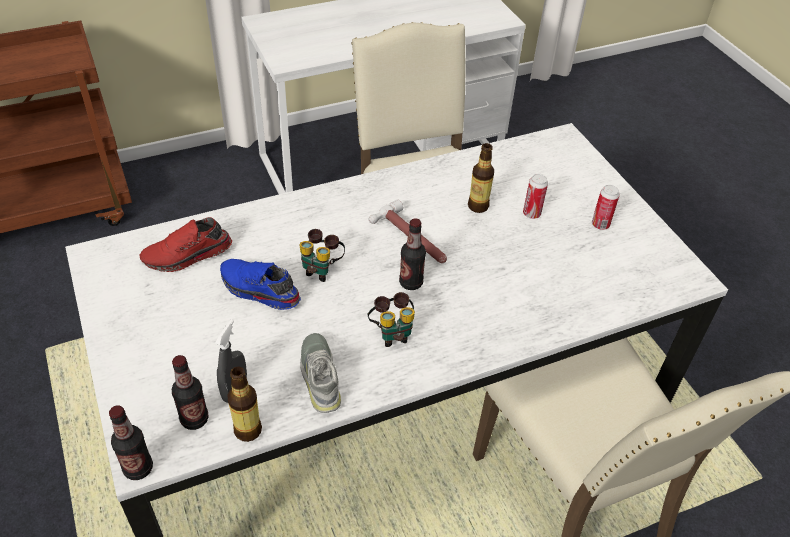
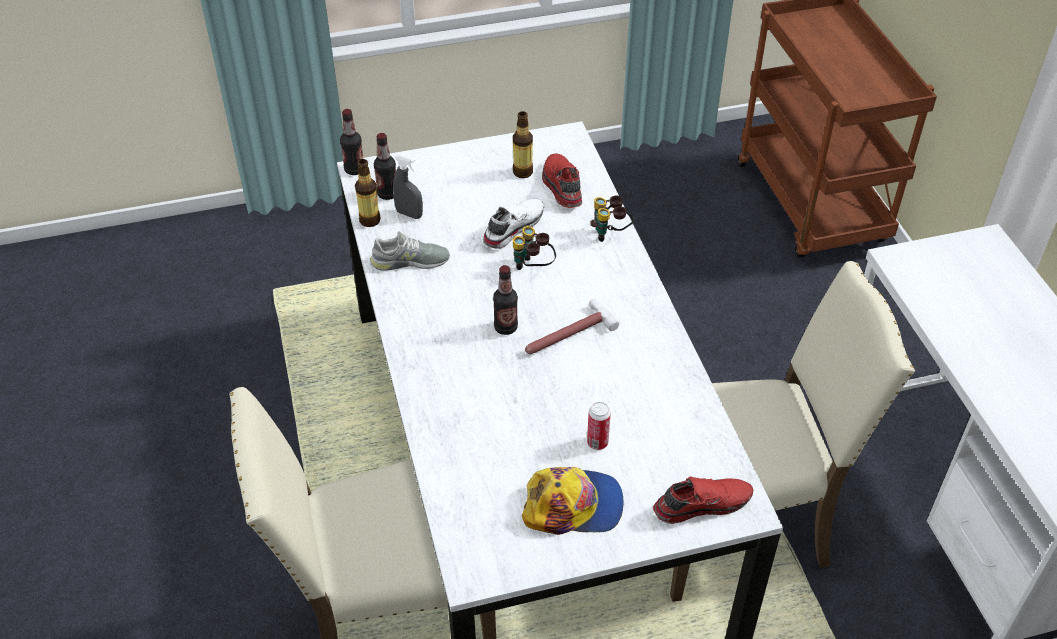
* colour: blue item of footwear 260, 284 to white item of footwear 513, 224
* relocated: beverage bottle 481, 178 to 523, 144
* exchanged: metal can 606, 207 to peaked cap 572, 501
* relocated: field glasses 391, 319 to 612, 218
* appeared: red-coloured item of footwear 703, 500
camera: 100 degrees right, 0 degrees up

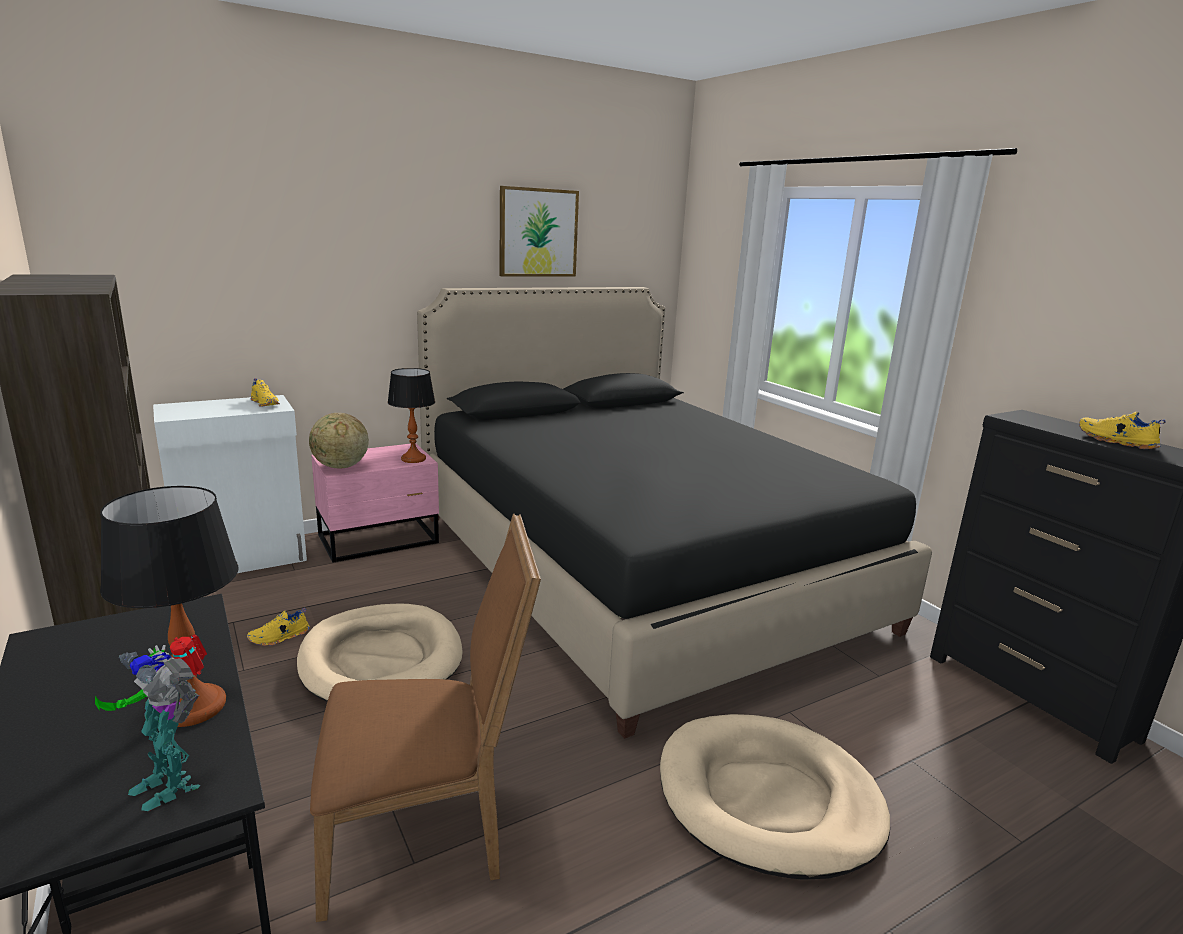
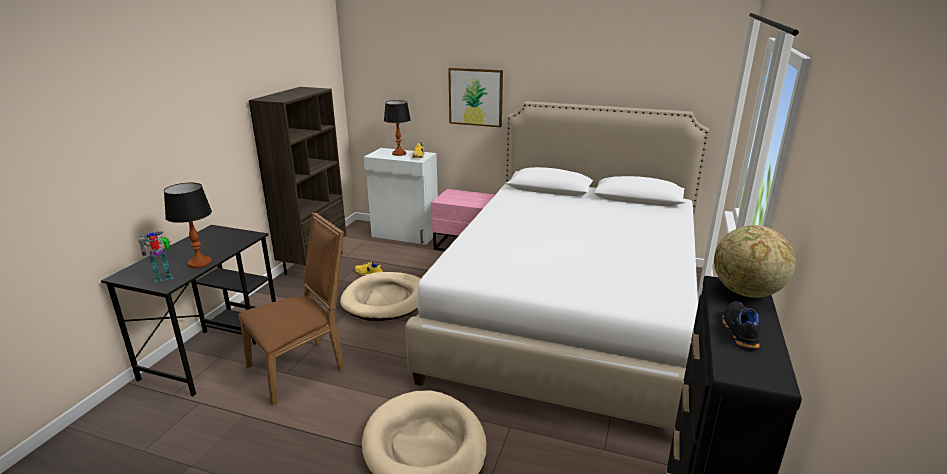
* spun: robot figure 151, 723 = 156, 257 60 degrees clockwise
* spun: brown chair 425, 717 = 291, 309 75 degrees counterclockwise
* relocated: table lamp 411, 415 to 397, 128
* colour: blackish sleeping bed 674, 513 to white sleeping bed 557, 267
* relocated: wall art 539, 231 to 475, 97
* relocated: world globe 339, 441 to 755, 261
* colour: yellowish item of footwear 1122, 430 to blackish item of footwear 741, 324
camera: 50 degrees right, 5 degrees up

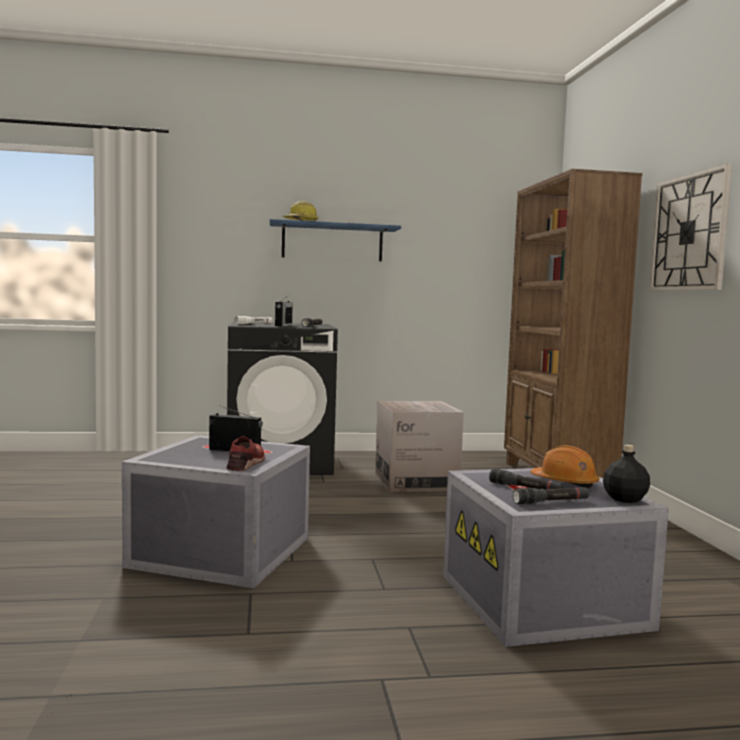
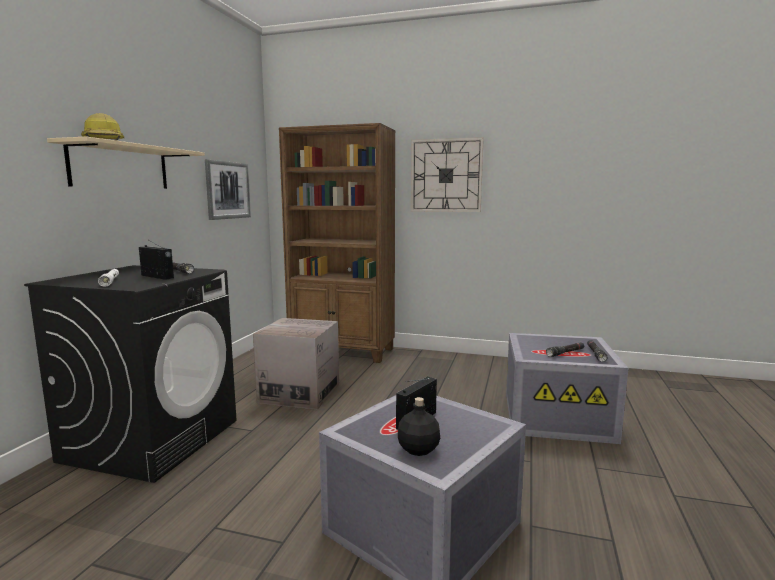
* colour: blue bracket shelf 335, 240 to beige-coloured bracket shelf 126, 163
* appeared: wall art 228, 189
* relocated: blackish beverage bottle 626, 474 to 419, 426
* missing: red-coloured item of footwear 246, 453
* missing: orangey work helmet 565, 466
camera: 65 degrees left, 5 degrees up

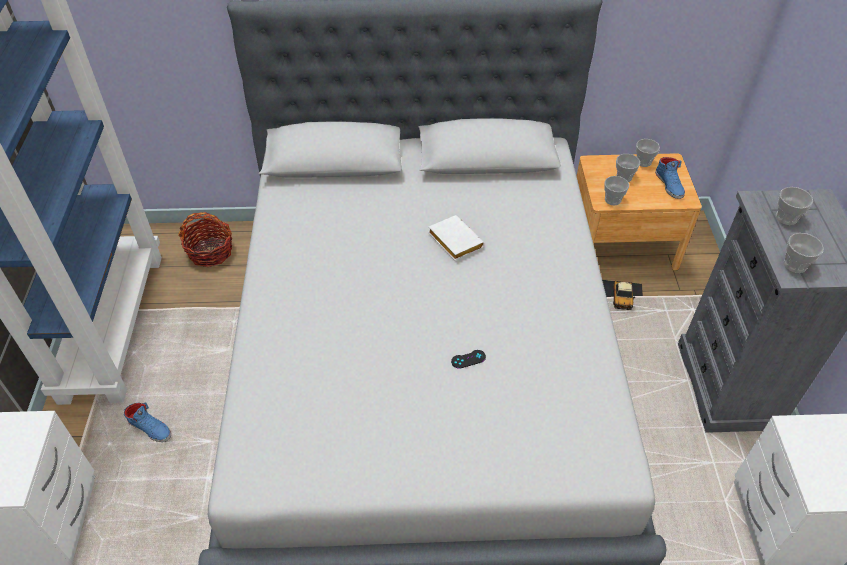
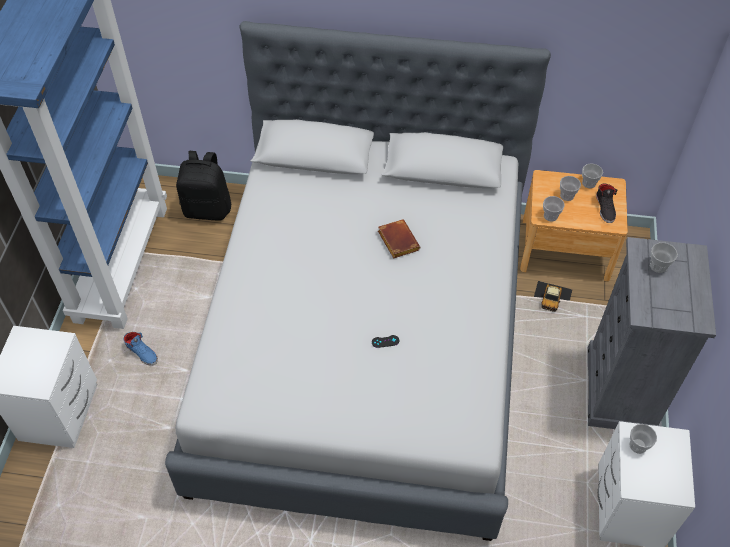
* exchanged: household basket 205, 239 to blackish backpack 203, 186
* colour: white book 456, 237 to brown book 399, 239
* colour: blue item of footwear 670, 178 to blackish item of footwear 606, 203
* relocated: cup 804, 253 to 643, 439
camera: 10 degrees right, 5 degrees up

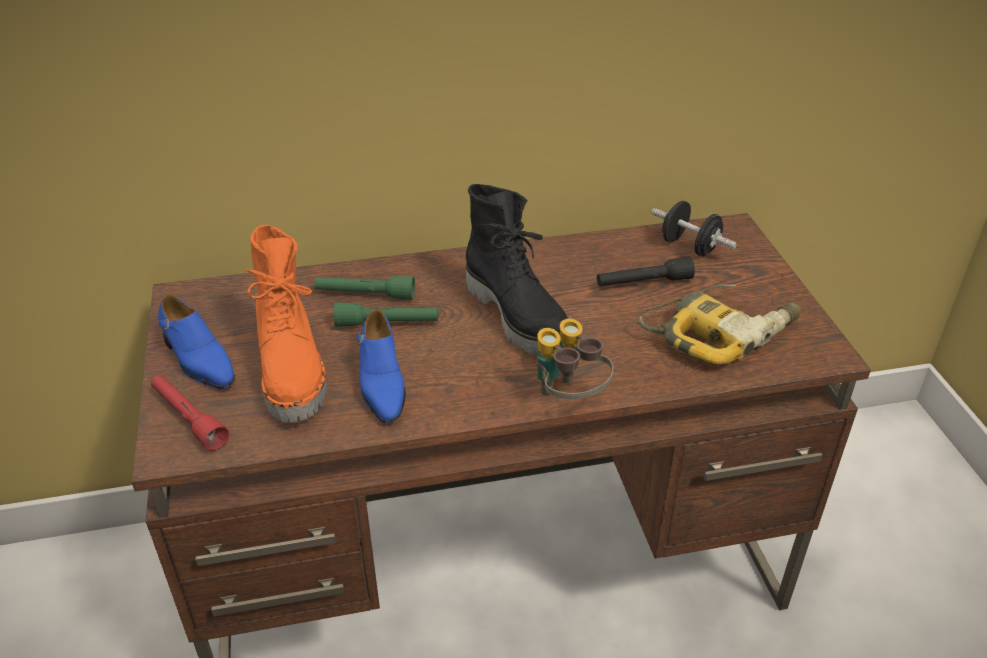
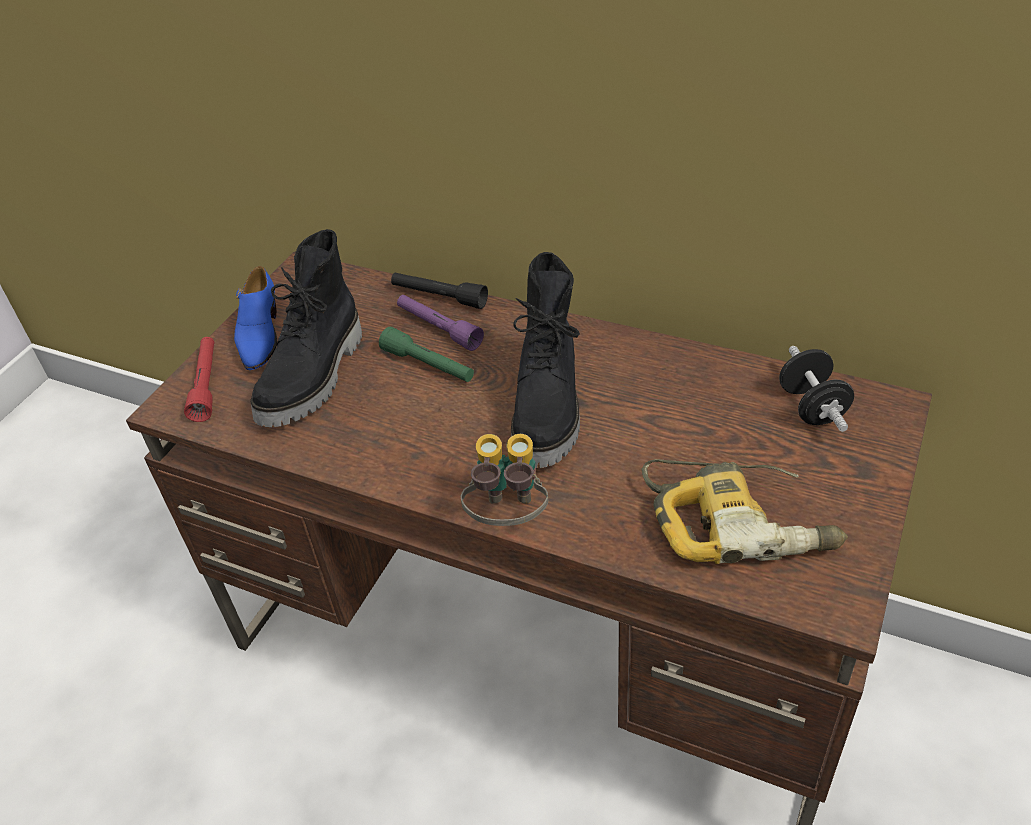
* colour: orangey high-top boot 285, 324 to blackish high-top boot 306, 328
* relocated: blackish flashlight 646, 271 to 439, 291
* colour: greenish flashlight 364, 288 to purple-coloured flashlight 440, 323
* missing: blue item of footwear 381, 366
camera: 40 degrees right, 5 degrees up

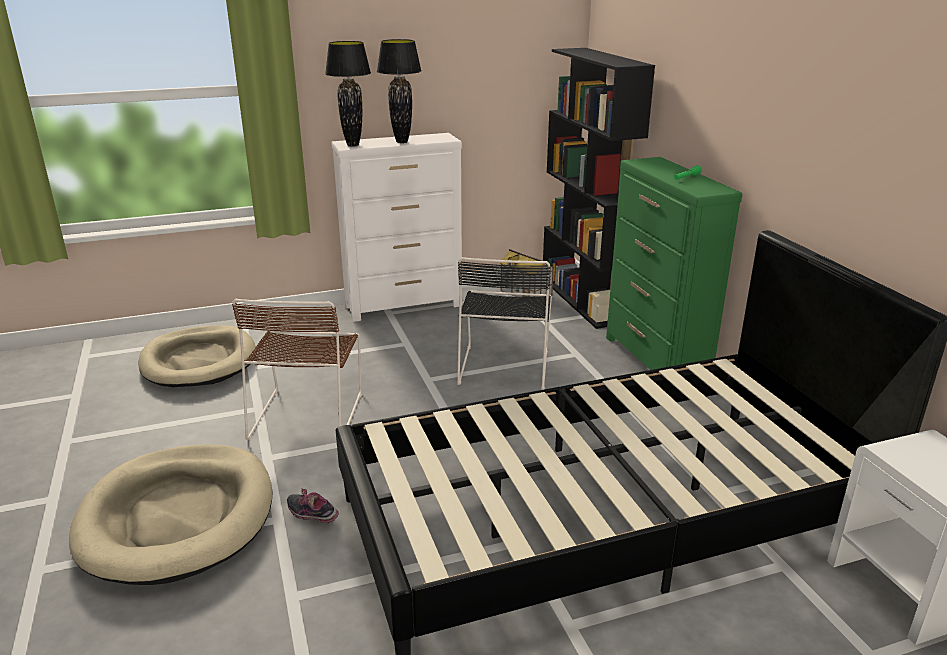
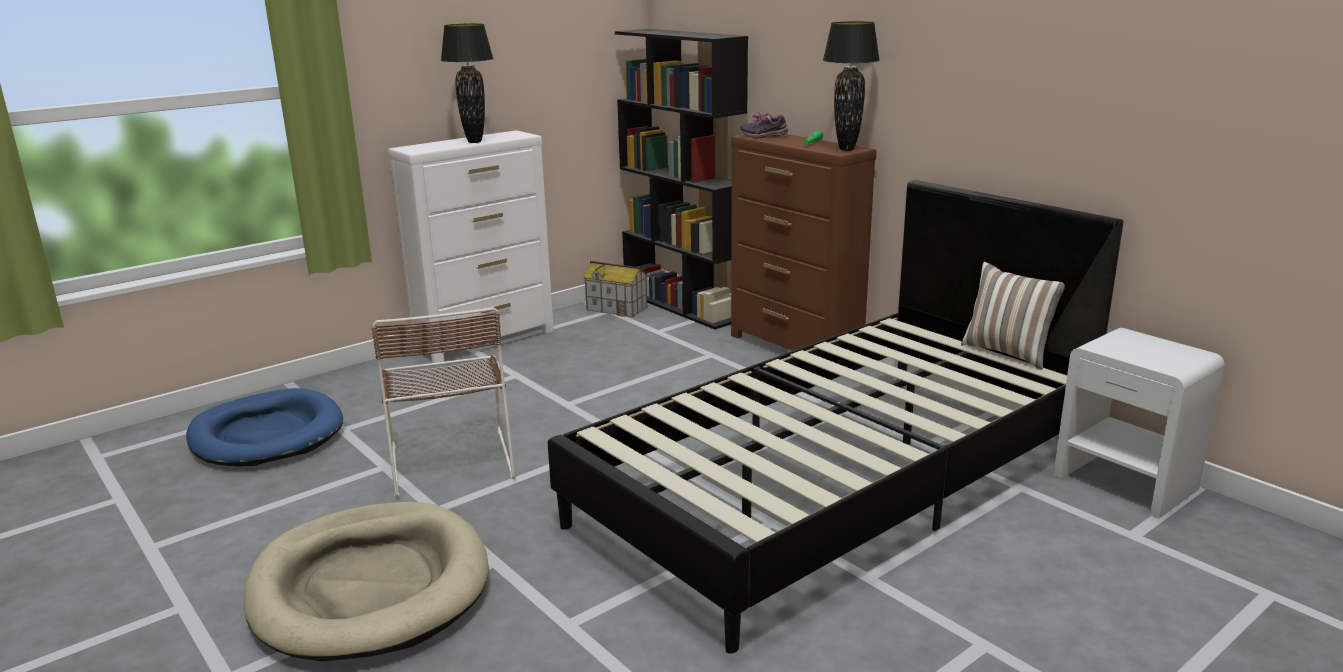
* colour: beige-coloured dog bed 197, 356 to blue dog bed 264, 427
* colour: greenish dresser 674, 263 to brown dresser 804, 242
* relocated: item of footwear 313, 505 to 764, 124
* relocated: blackish table lamp 348, 94 to 851, 86
* appeared: throw pillow 1013, 316
* missing: blackish chair 504, 323
camera: 20 degrees left, 5 degrees down

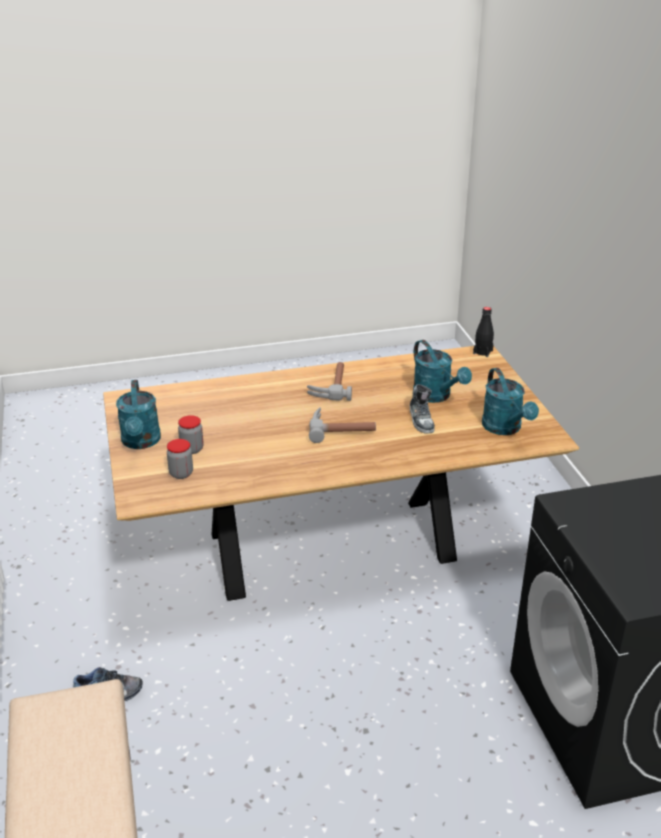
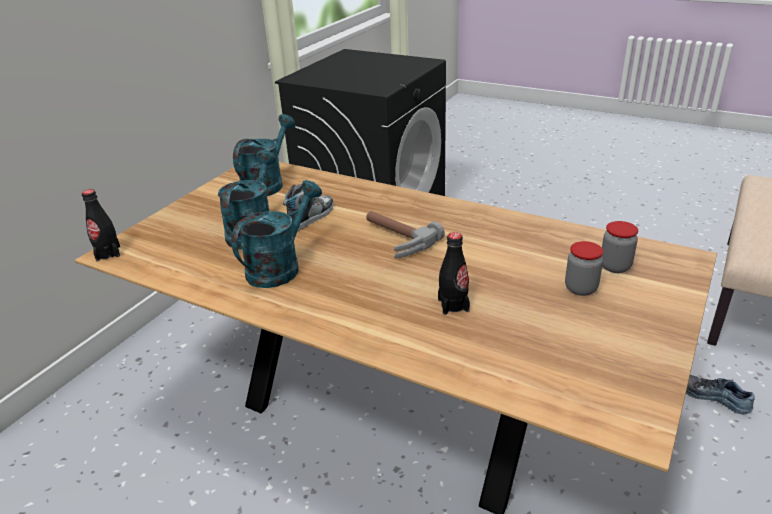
* relocated: blue-green sprinkling can 138, 414 to 276, 234
* appeared: blackish beverage bottle 454, 273
* missing: tool hammer 329, 381
camera: 135 degrees left, 0 degrees up

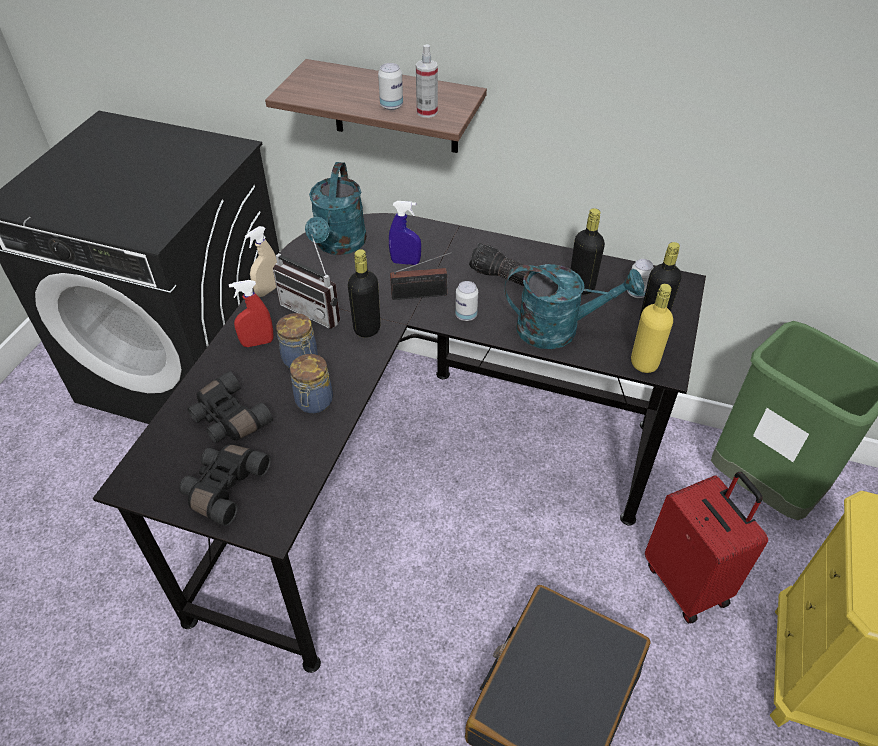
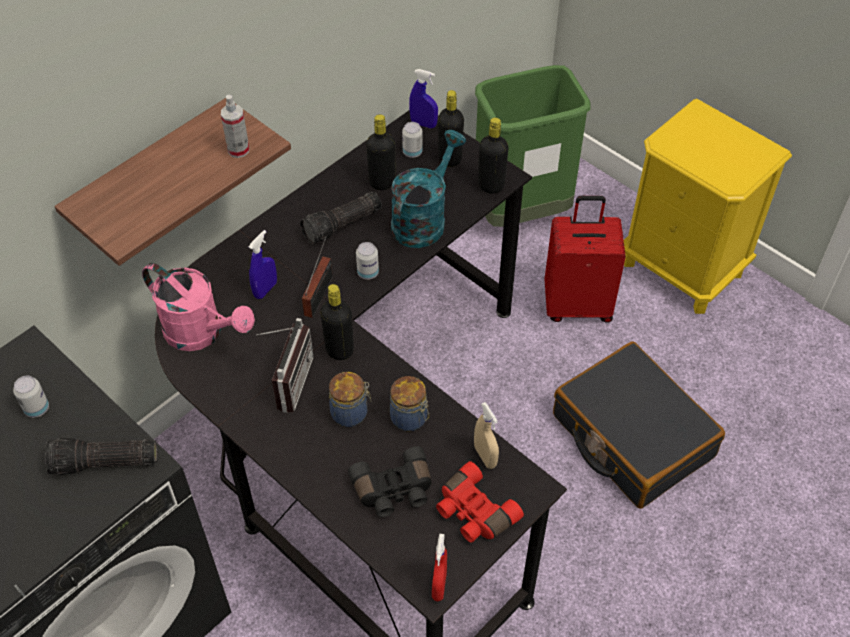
* relocated: metal can 390, 86 to 31, 397
* appeared: flashlight 101, 456
* colour: blue-green sprinkling can 336, 208 to pink sprinkling can 198, 307
* spun: radio receiver 306, 281 = 285, 365 45 degrees counterclockwise
* appeared: blue sprayer 423, 98
* relocated: red-coloured sprayer 251, 313 to 439, 567
* colour: blackish field glasses 225, 485 to red-coloured field glasses 480, 501
* relocated: beige-coloured sprayer 261, 261 to 486, 435
* colour: yellowish beverage bottle 652, 328 to blackish beverage bottle 493, 155
camera: 65 degrees left, 5 degrees up

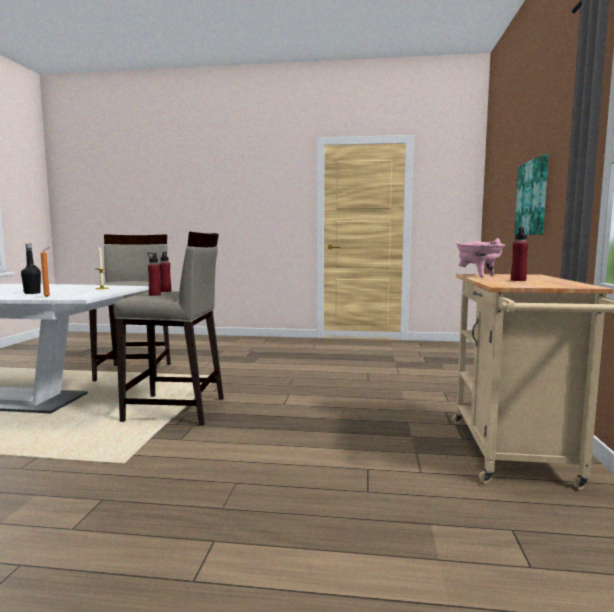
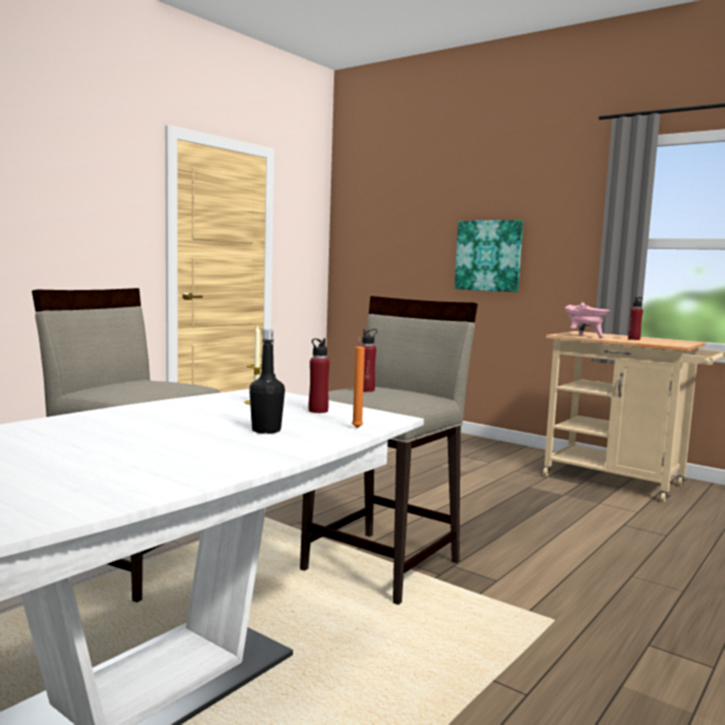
* relocated: red-coloured beverage bottle 154, 274 to 319, 375
camera: 60 degrees left, 0 degrees up

